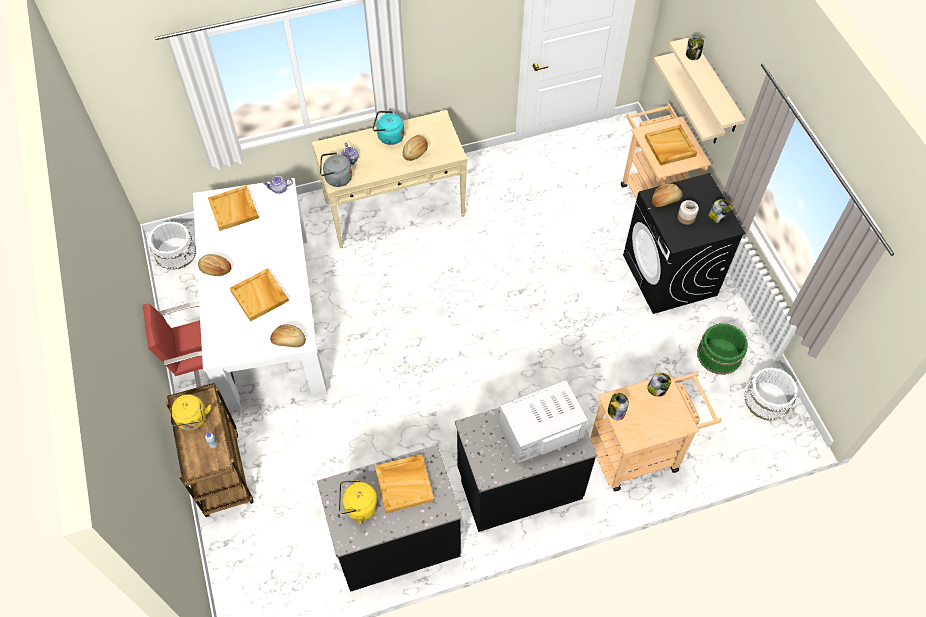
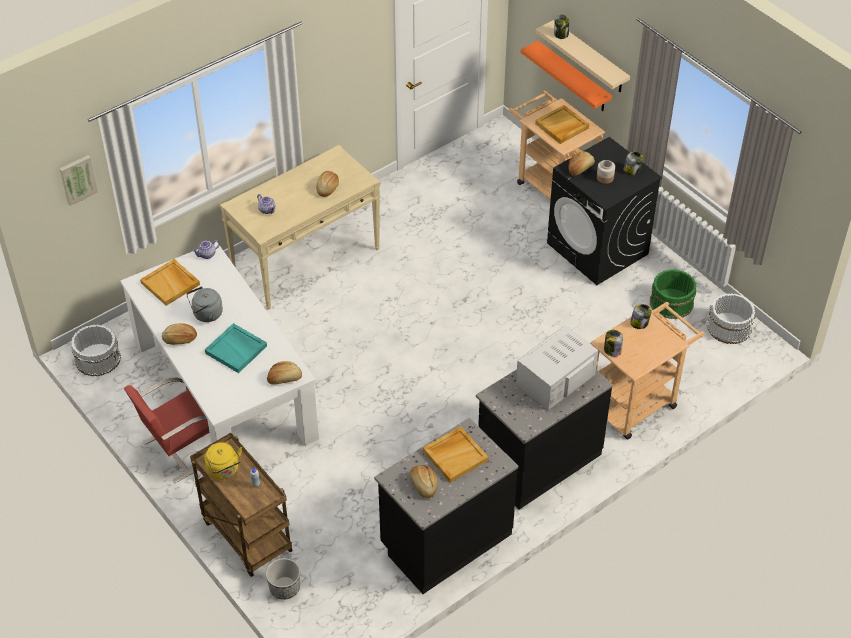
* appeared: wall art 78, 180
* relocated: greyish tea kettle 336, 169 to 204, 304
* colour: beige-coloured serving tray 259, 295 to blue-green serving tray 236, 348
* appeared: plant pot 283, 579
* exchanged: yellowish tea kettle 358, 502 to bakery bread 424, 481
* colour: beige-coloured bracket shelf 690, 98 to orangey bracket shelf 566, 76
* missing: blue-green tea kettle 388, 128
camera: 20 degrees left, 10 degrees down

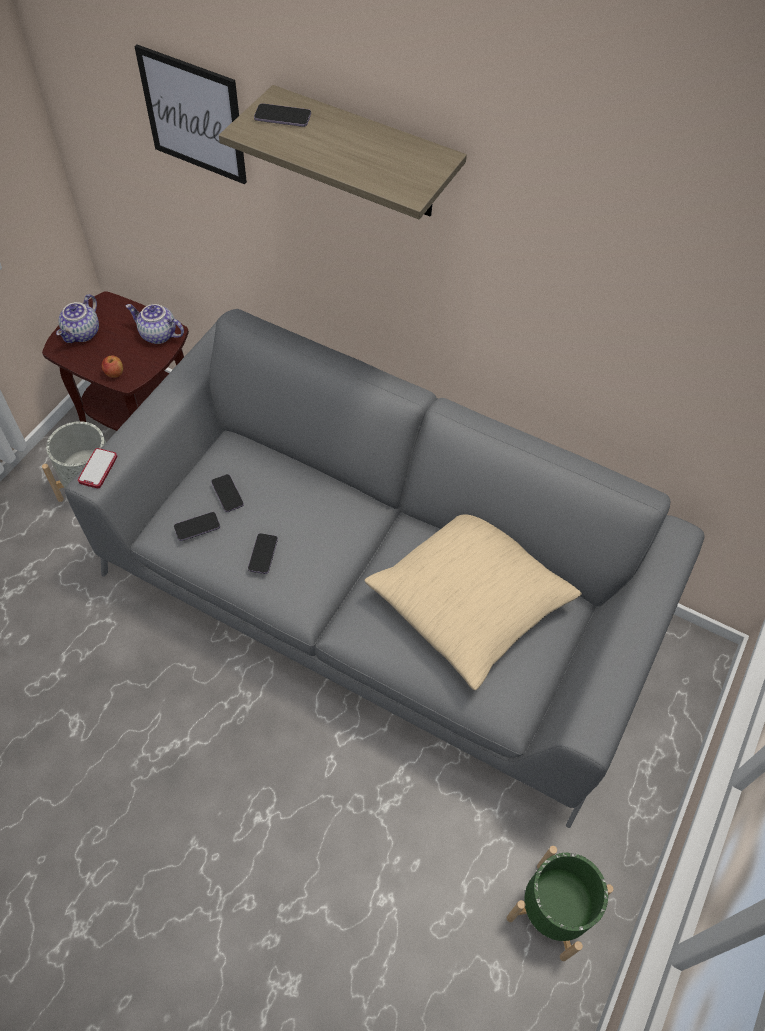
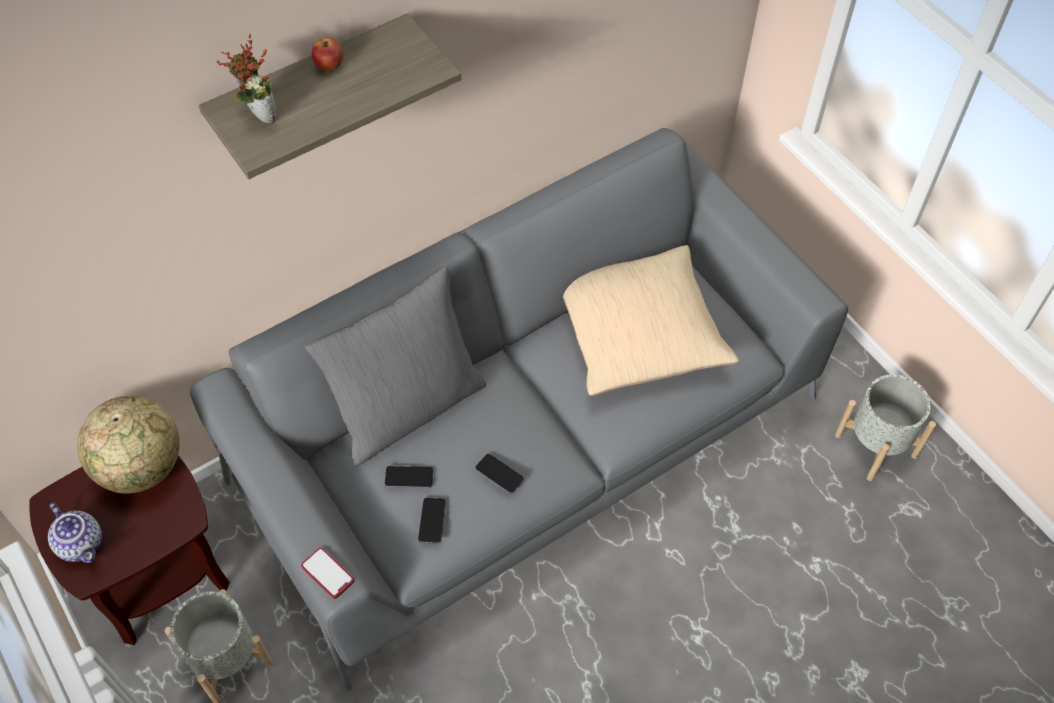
* exchanged: pot for tea 155, 324 to world globe 128, 445
* exchanged: phone 282, 115 to plant in a pot 246, 78
* appeared: greyish throw pillow 395, 366
* relocated: whole apple 112, 366 to 328, 54
* colour: greenish plant pot 560, 903 to greyish plant pot 885, 427
* missing: wall art 190, 114
camera: 60 degrees left, 0 degrees up

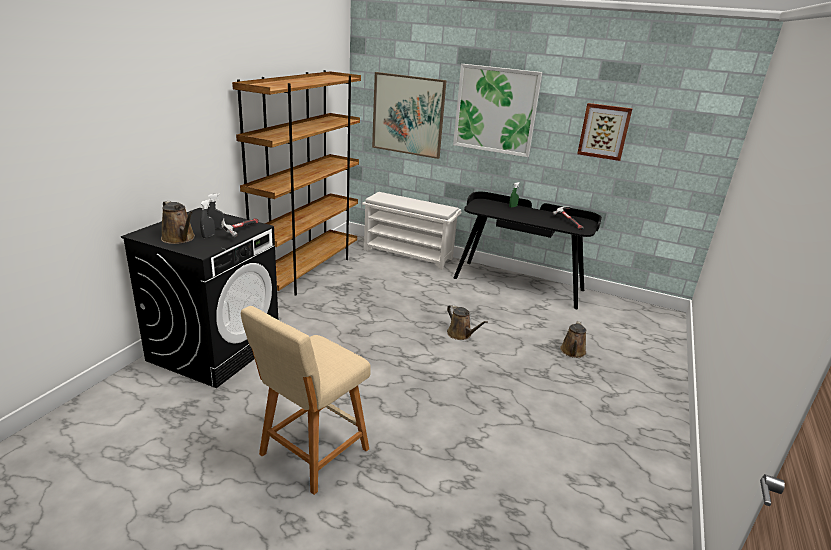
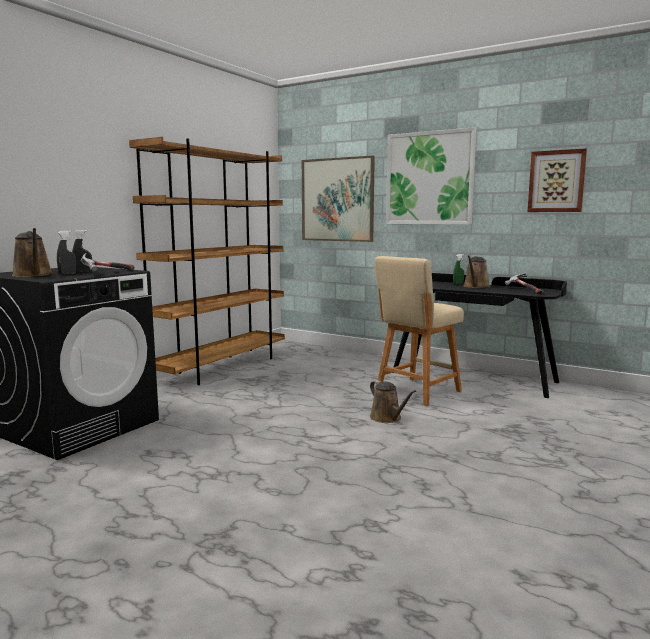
* relocated: beige-coloured stool 306, 400 to 419, 331
* relocated: brown sprinkling can 573, 339 to 476, 271
* missing: white shoe rack 411, 230
camera: 10 degrees right, 15 degrees down

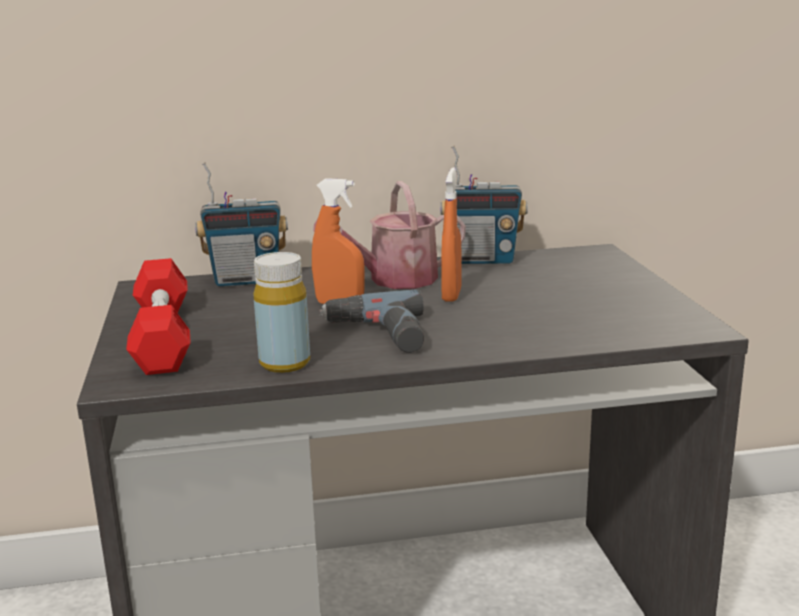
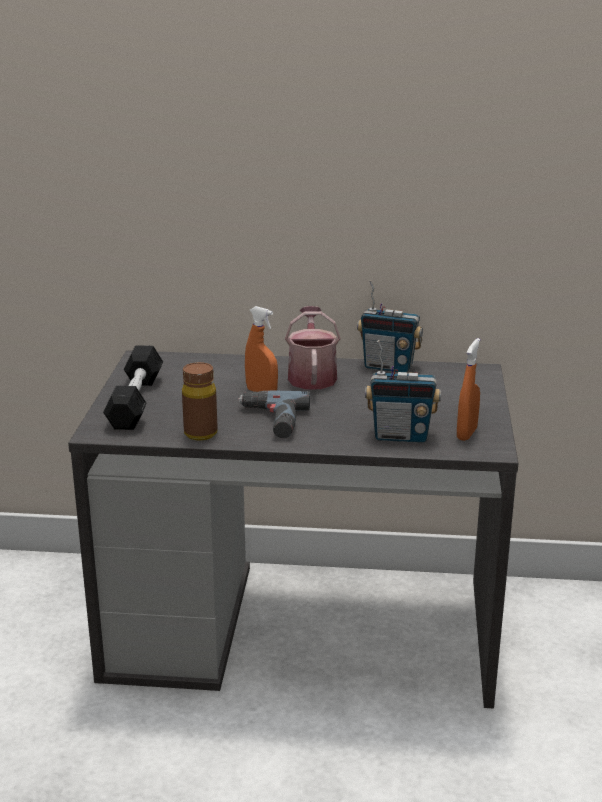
* colour: red-coloured free weight 158, 316 to blackish free weight 133, 387
* colour: yellowish beverage bottle 282, 312 to brown beverage bottle 200, 401
* spun: sprinkling can 389, 235 = 312, 347 90 degrees clockwise
* relocated: radio receiver 241, 224 to 403, 391
* relocated: orangey sprayer 451, 235 to 468, 389
camera: 15 degrees right, 5 degrees up

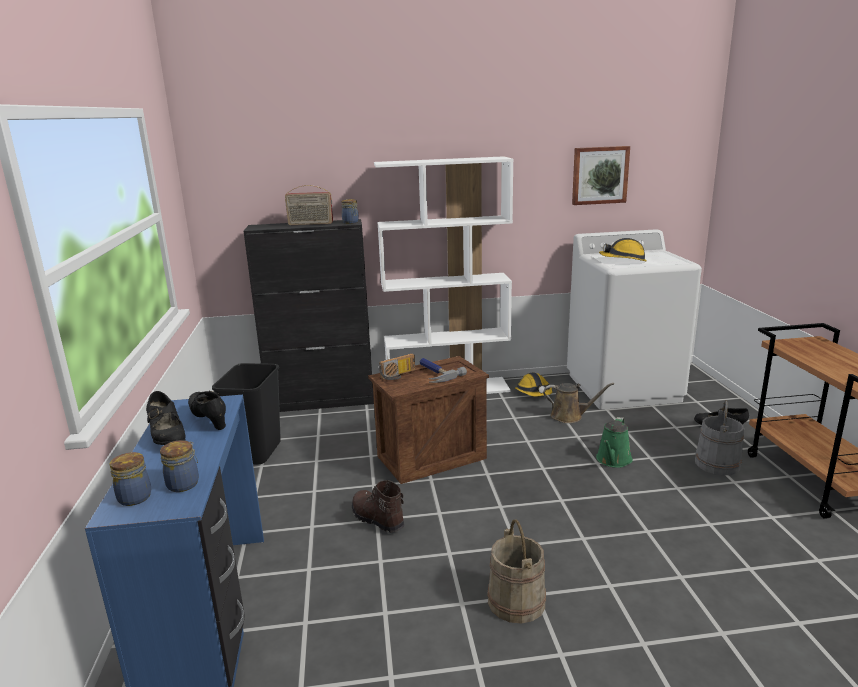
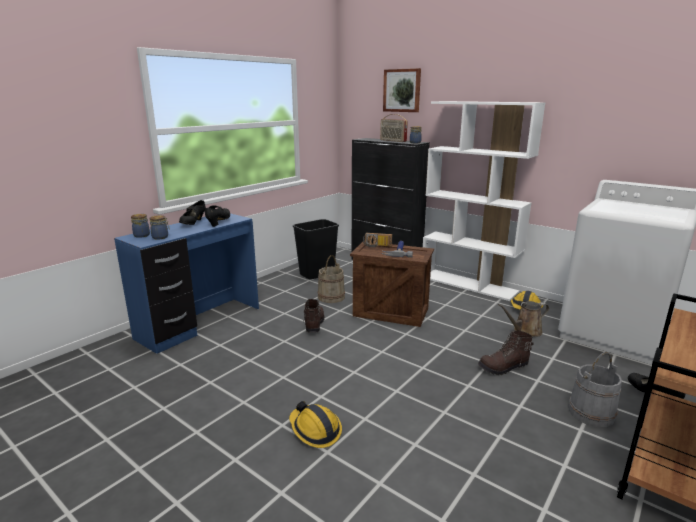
* relocated: work helmet 623, 249 to 315, 424
* relocated: beige-coloured pail 516, 571 to 331, 279
* relocated: wall art 601, 175 to 402, 90
* exchanged: greenish sprinkling can 614, 442 to brown high-top boot 506, 353
* spun: brown sprinkling can 578, 403 = 523, 319 105 degrees clockwise
camera: 45 degrees right, 0 degrees up

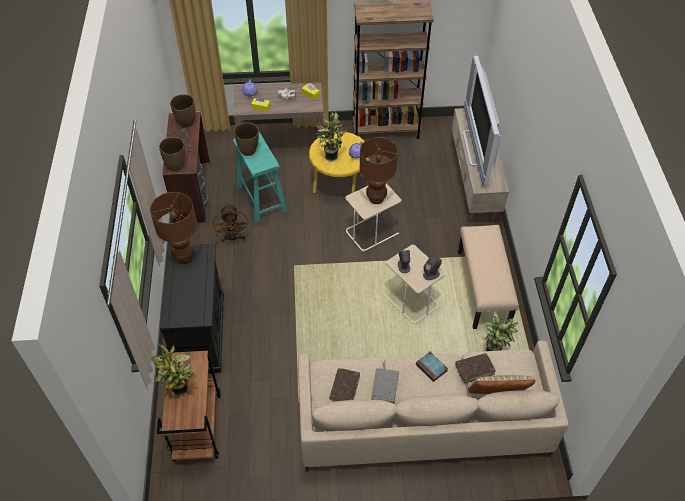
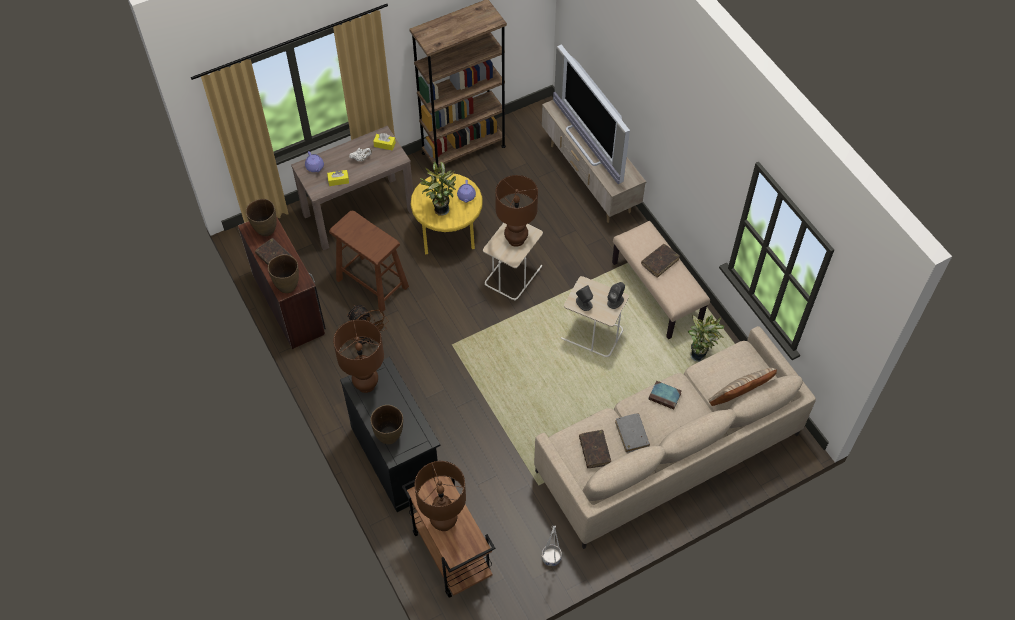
* colour: blue-green stool 260, 177 to brown stool 369, 262
* relocated: brown decorative vase 246, 139 to 386, 424
* exchanged: plant in a pot 172, 370 to brown table lamp 440, 496
* appeared: white plant pot 552, 545
* relocated: brown book 475, 368 to 660, 261
camera: 25 degrees left, 5 degrees up

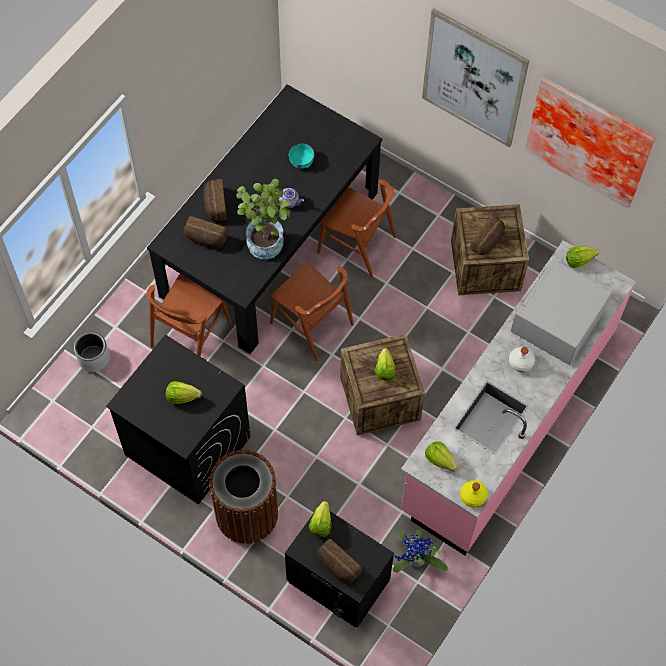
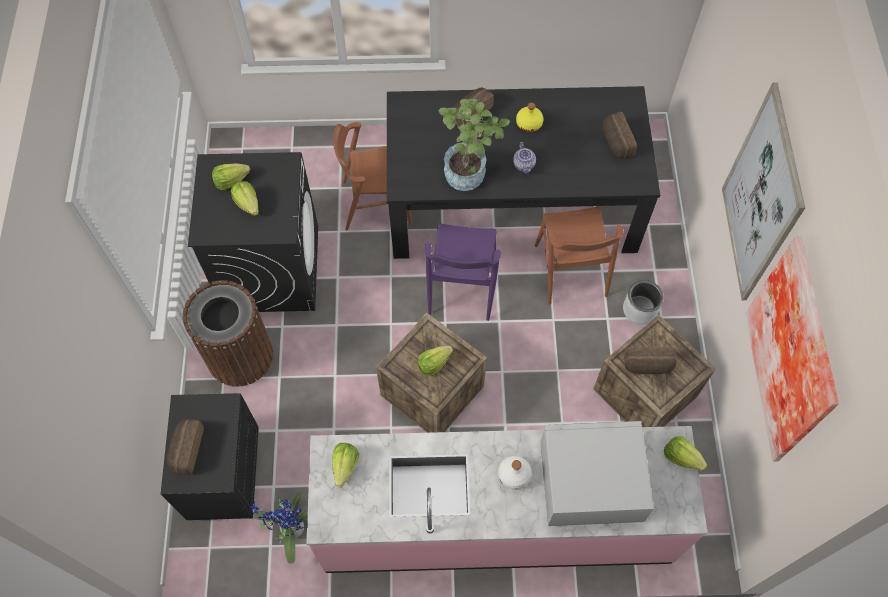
* relocated: head of lettuce 320, 519 to 231, 176
* colour: brown chair 312, 311 to purple-coloured chair 463, 272
* relocated: yellowish beverage bottle 474, 494 to 530, 117
* relocated: bakery bread 205, 232 to 620, 135
* relocated: greyish plant pot 92, 352 to 643, 302
* missing: blue-green serving bowl 301, 156
camera: 55 degrees right, 0 degrees up

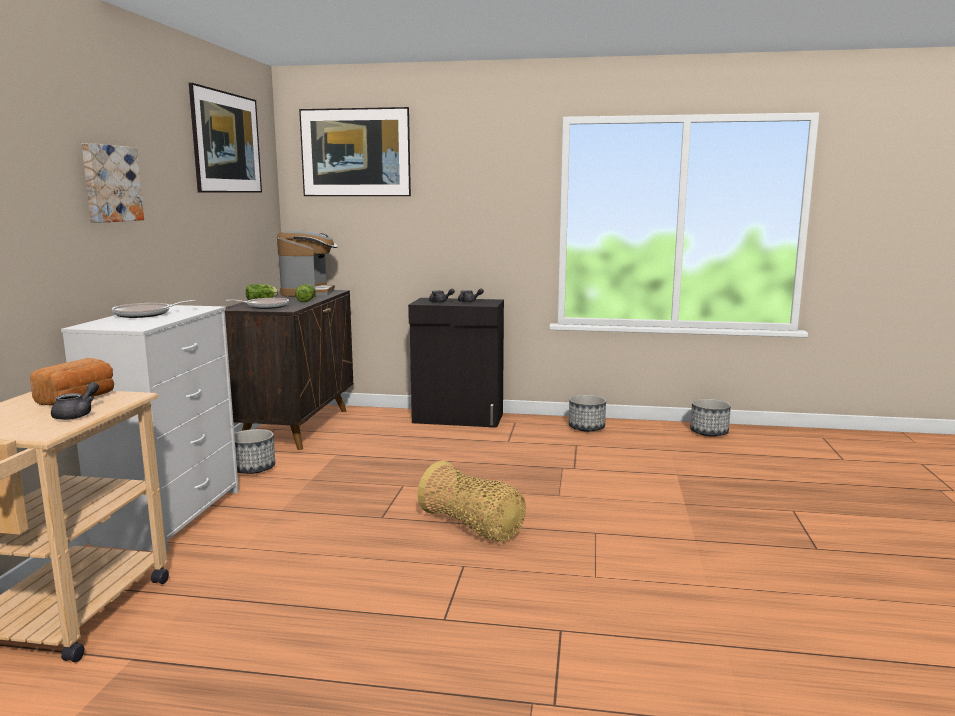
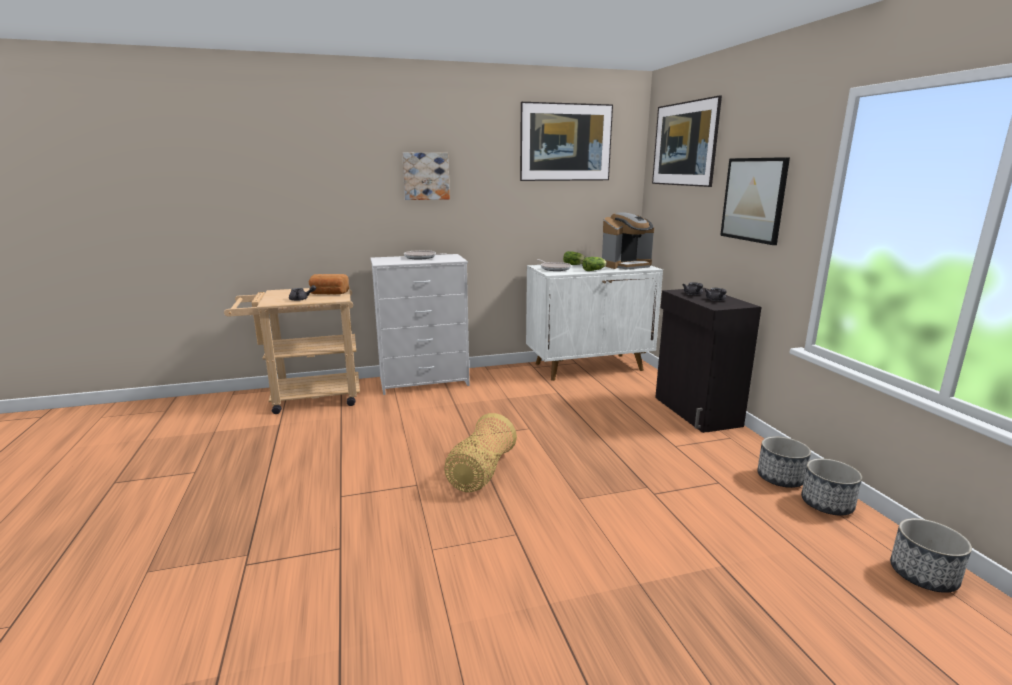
* colour: brown storage cabinet 289, 370 to white storage cabinet 594, 322
* appeared: wall art 755, 201
* relocated: plant pot 254, 451 to 831, 487
camera: 65 degrees right, 5 degrees up

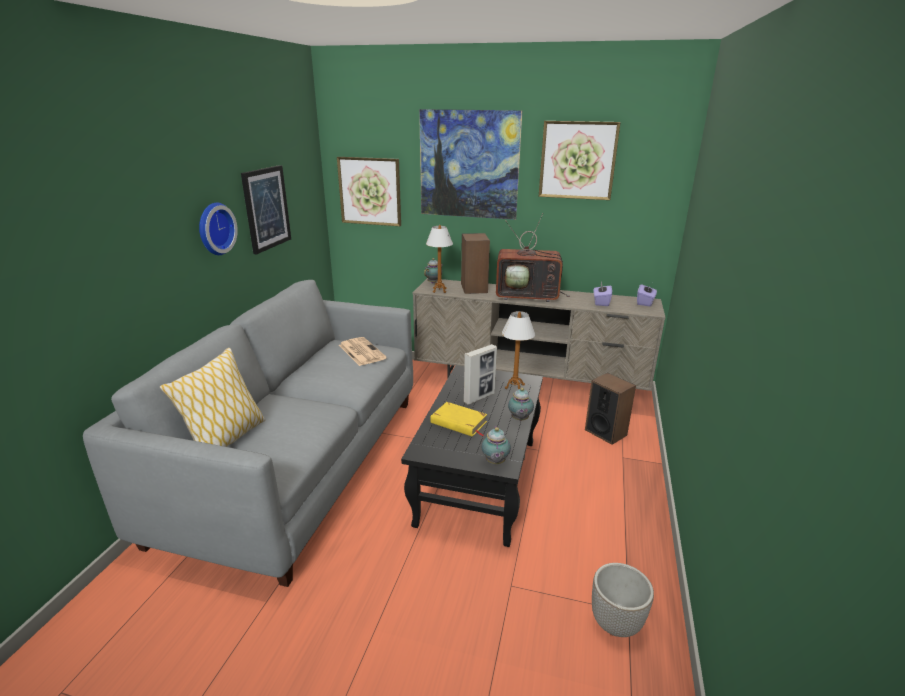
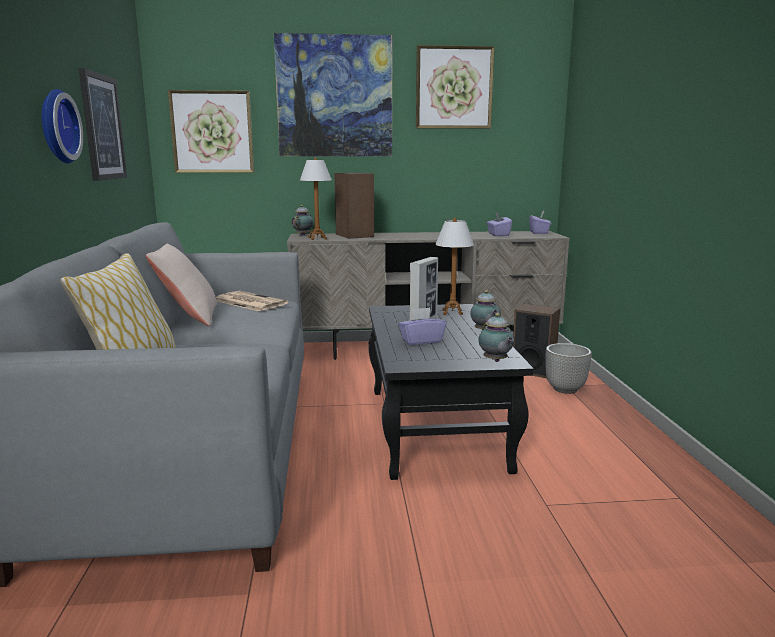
* appeared: beige-coloured throw pillow 181, 285
* exchanged: yellowish book 458, 419 to purple-coloured tissue holder 422, 326
* relocated: plant pot 623, 600 to 569, 368
* missing: TV set 533, 257
camera: 20 degrees left, 10 degrees down

